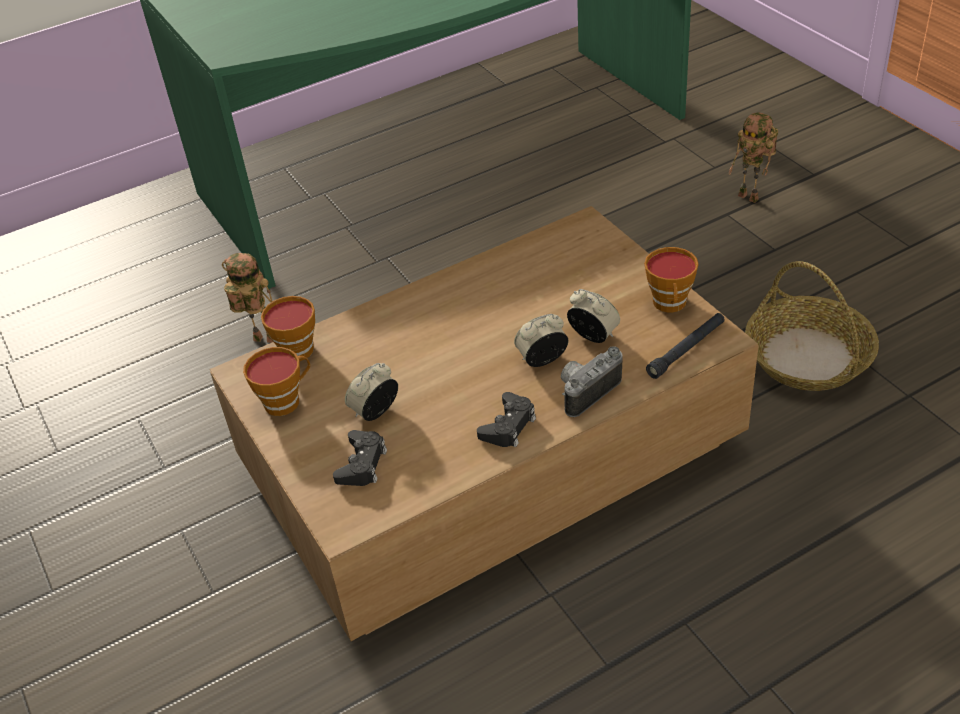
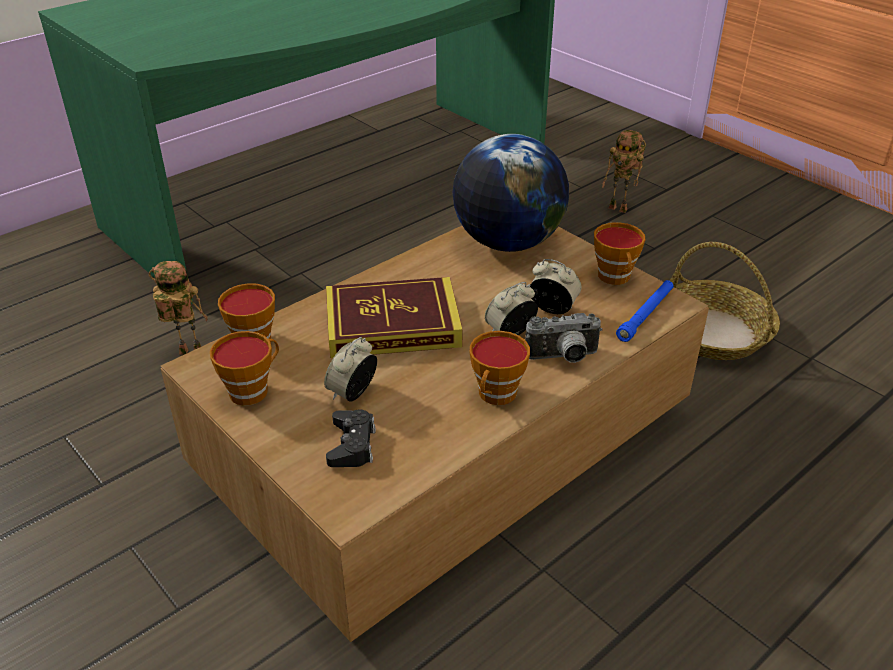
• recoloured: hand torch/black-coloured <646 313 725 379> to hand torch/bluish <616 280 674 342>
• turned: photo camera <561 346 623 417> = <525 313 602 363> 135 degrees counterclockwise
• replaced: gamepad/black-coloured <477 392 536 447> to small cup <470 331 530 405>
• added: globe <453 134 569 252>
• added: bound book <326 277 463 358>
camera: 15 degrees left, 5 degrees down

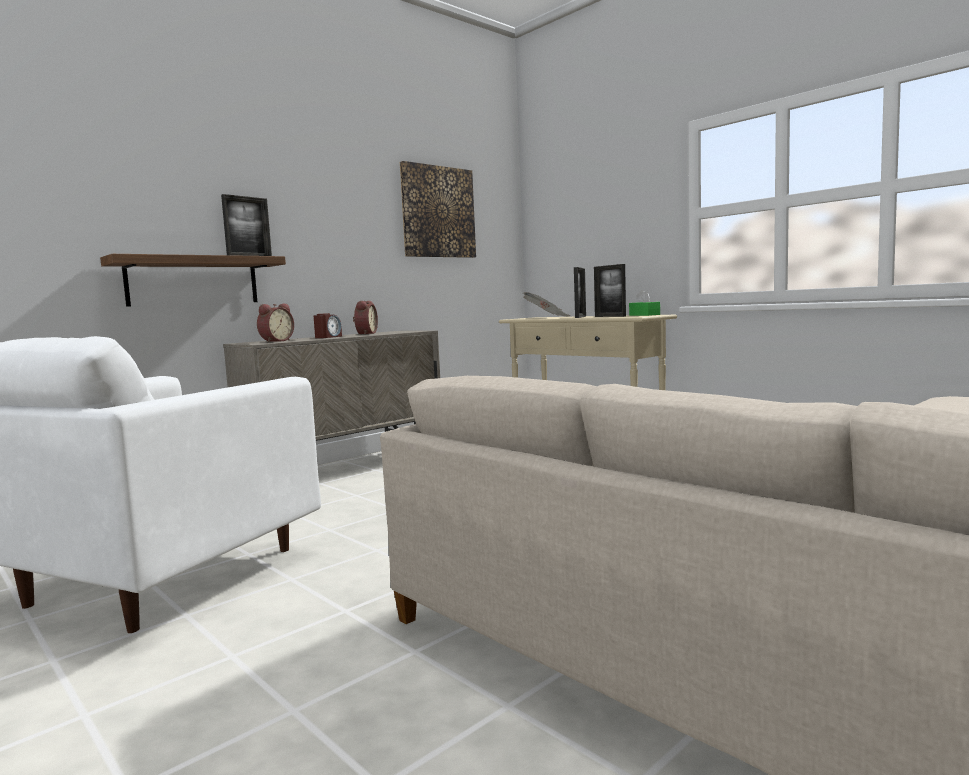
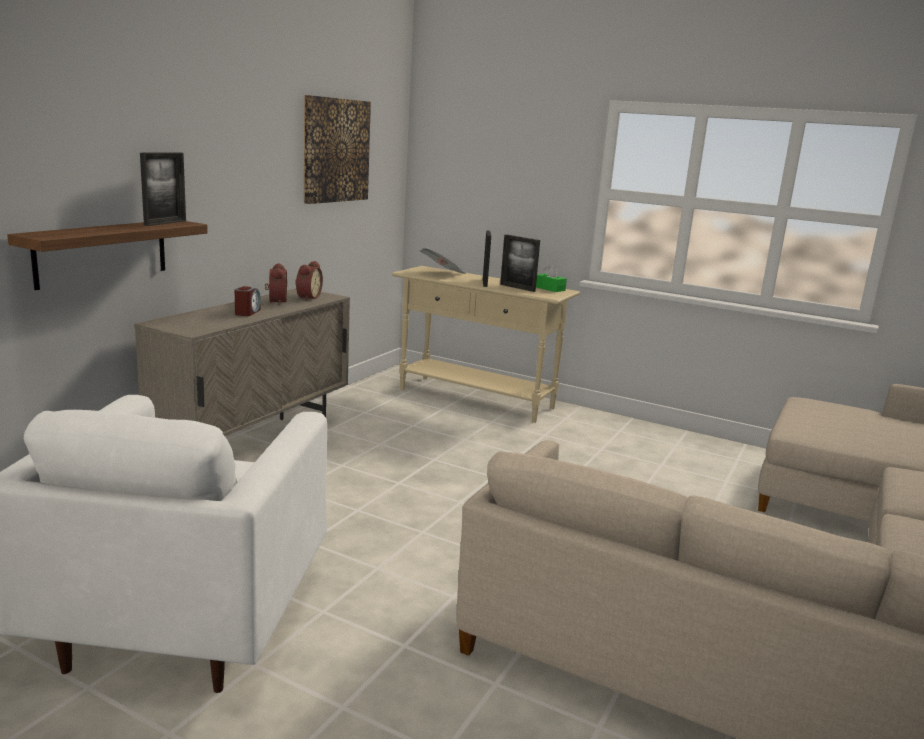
• moved: table clock <257 303 294 342> to <295 261 323 301>
camera: 20 degrees left, 10 degrees up

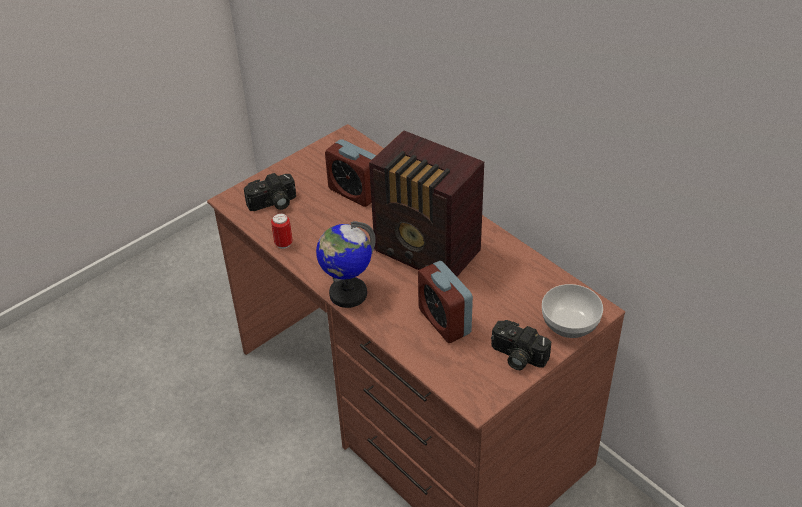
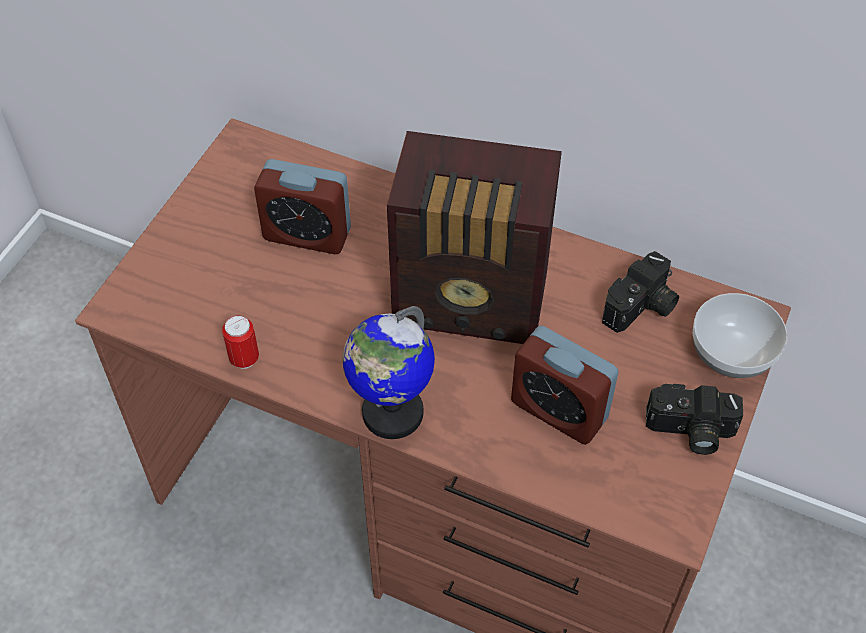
• moved: photo camera <244 173 296 211> to <602 251 679 333>
camera: 25 degrees left, 10 degrees up

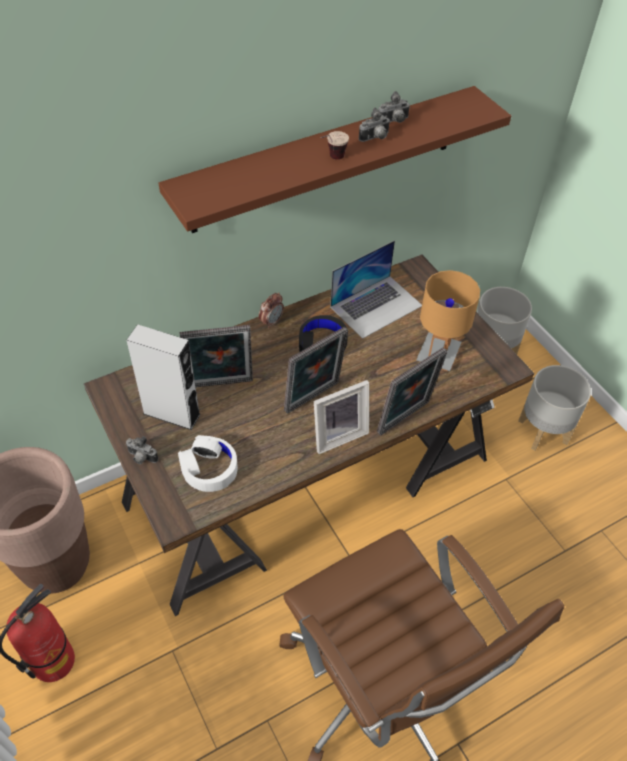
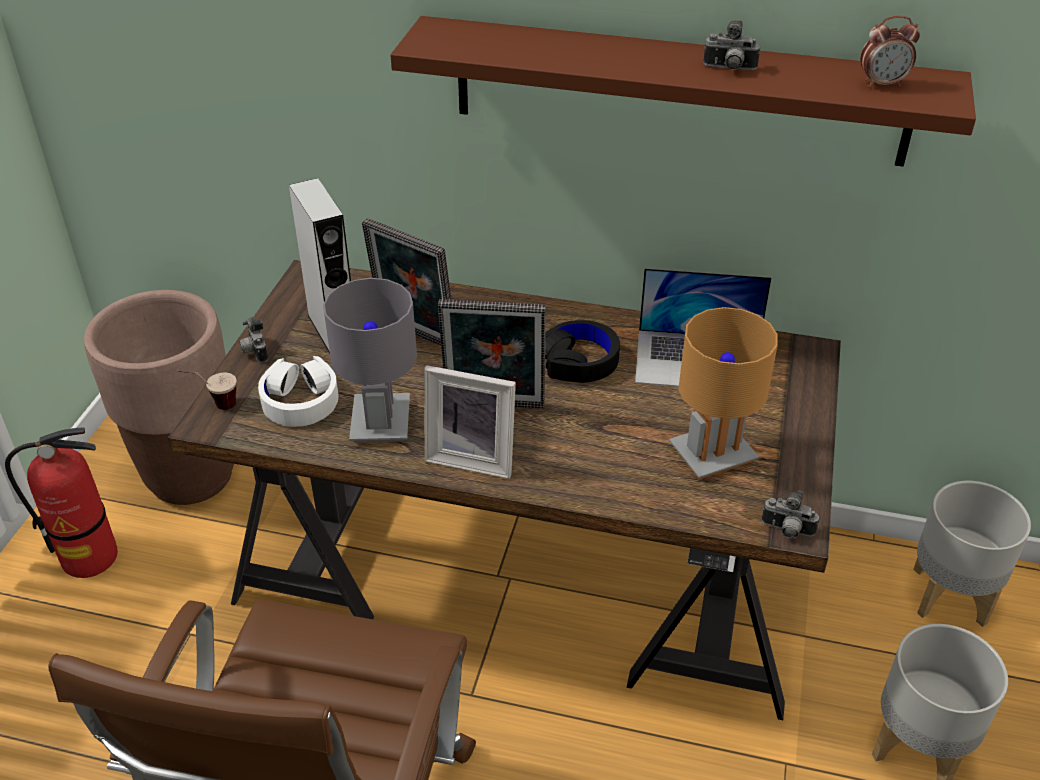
• moved: photo camera <378 91 410 123> to <762 491 819 539>
• moved: small cup <321 131 349 160> to <177 370 236 410>
• moved: table clock <259 293 284 329> to <860 16 920 88>
• removed: picture frame <377 347 448 435>
• added: table lamp/gray <323 278 417 443>
camera: 45 degrees right, 10 degrees down

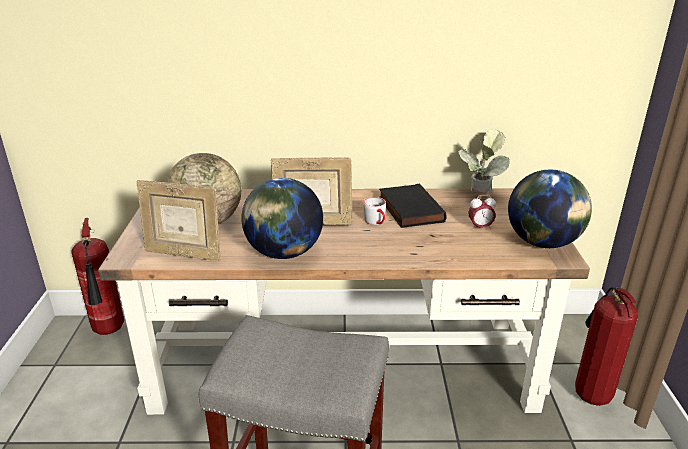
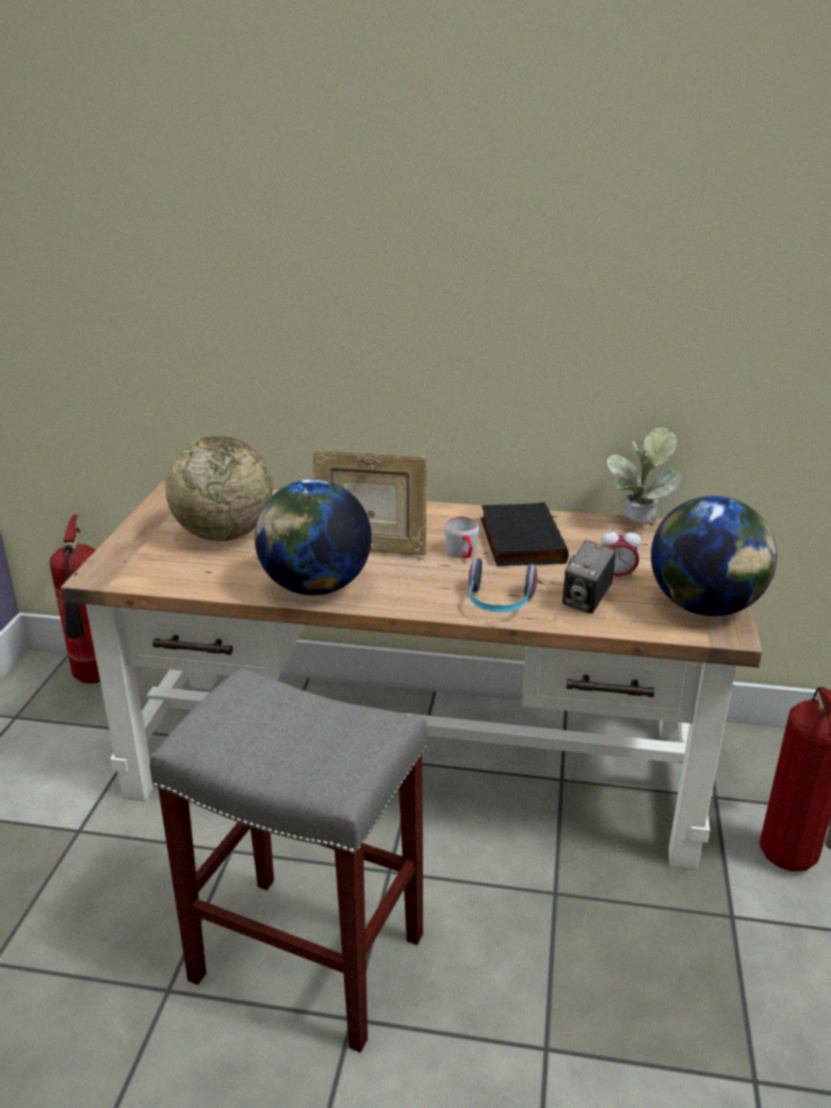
• removed: picture frame <136 180 221 261>
• added: photo camera <562 540 616 614>
• added: pair of headphones <469 558 537 612>
camera: 10 degrees right, 0 degrees up

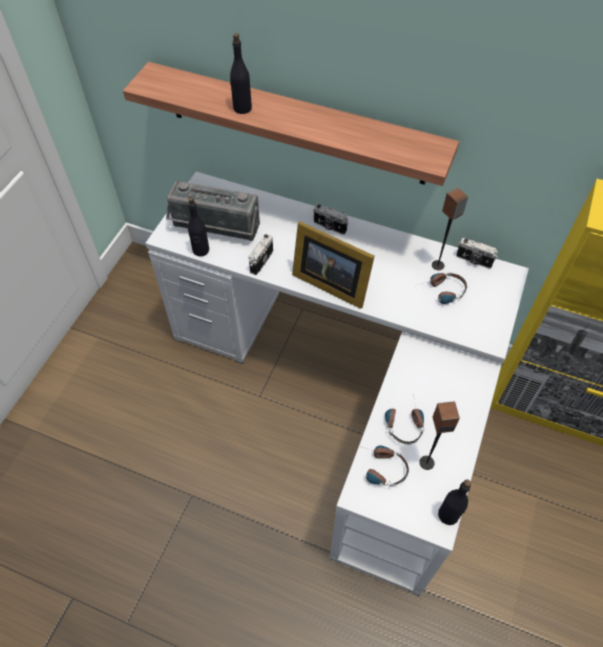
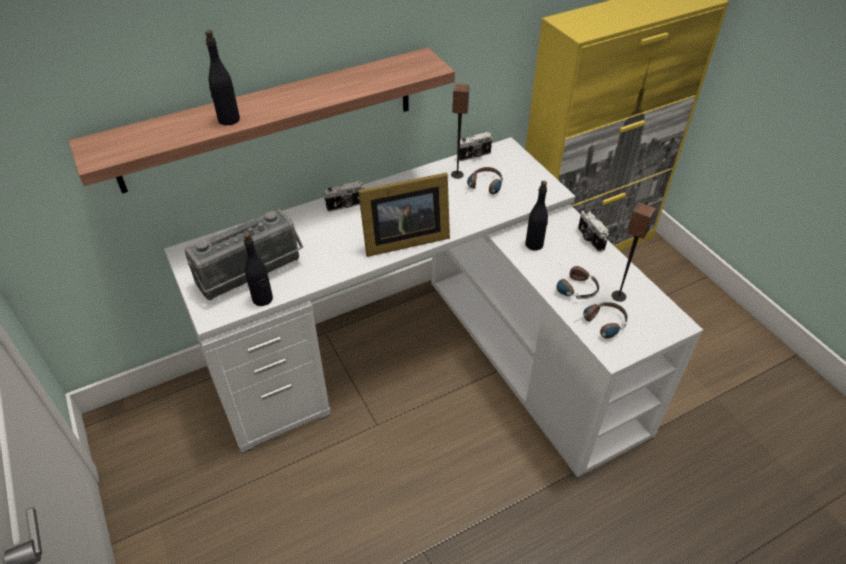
• moved: photo camera <249 234 273 275> to <578 210 609 252>
• moved: beverage bottle/black-coloured <438 480 471 525> to <525 181 548 251>
camera: 50 degrees left, 10 degrees down

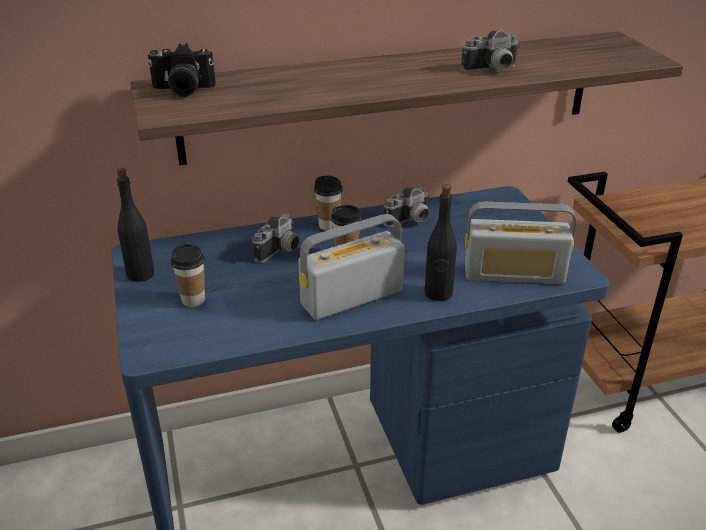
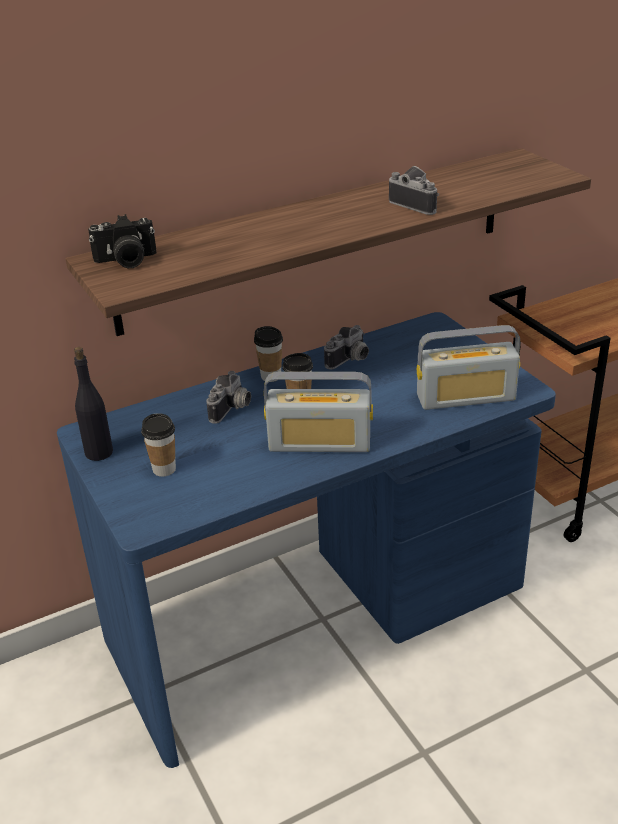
• turned: photo camera <461 30 520 72> = <389 166 439 215> 105 degrees counterclockwise
• removed: beverage bottle/black-coloured <425 184 457 301>
• turned: radio receiver <298 214 405 320> = <264 372 373 452> 135 degrees counterclockwise
camera: 10 degrees left, 0 degrees up

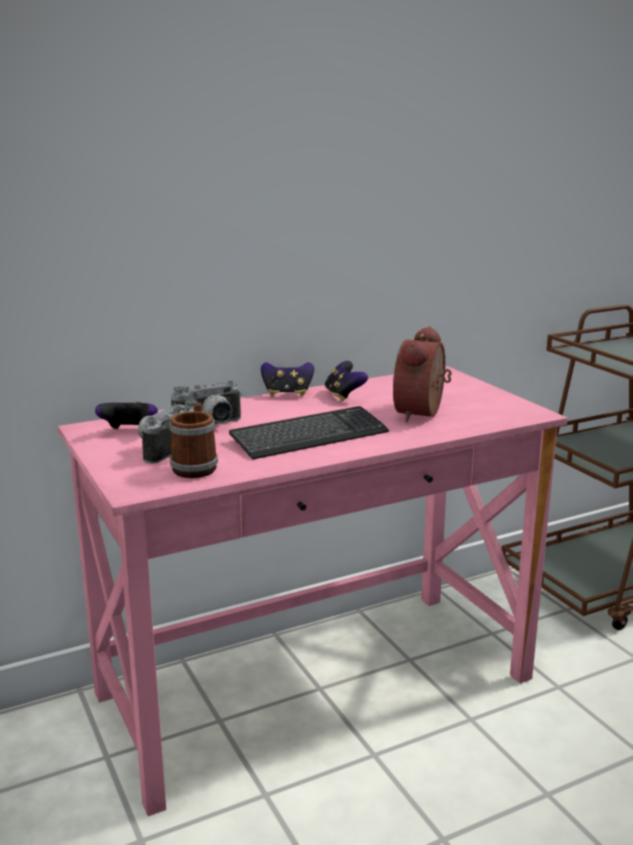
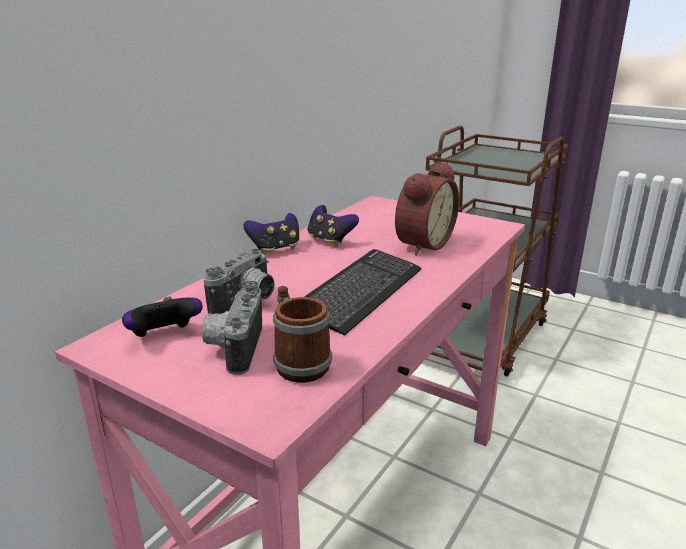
• turned: table clock <393 326 452 422> = <395 162 459 256> 135 degrees counterclockwise
camera: 30 degrees left, 5 degrees up

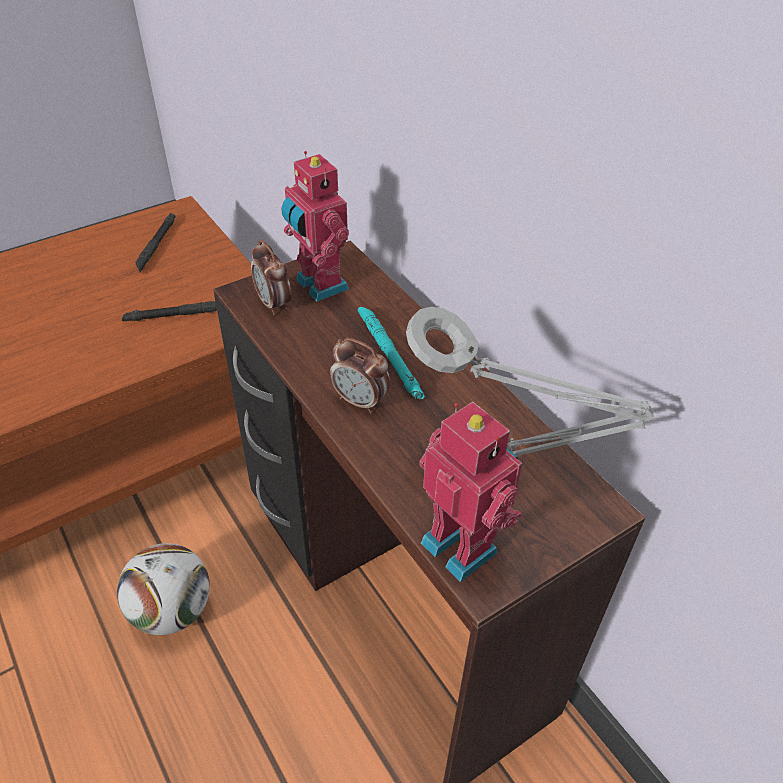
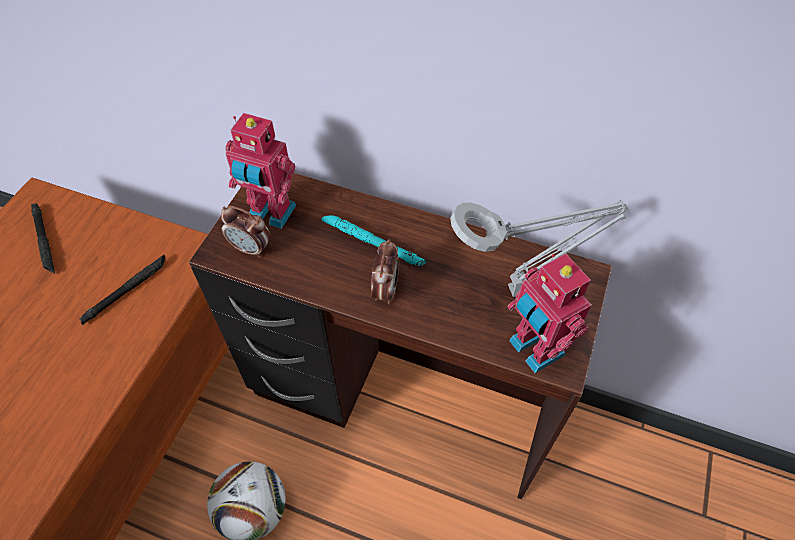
• turned: table clock <329 338 391 413> = <371 239 399 304> 75 degrees counterclockwise
• turned: toy robot <419 402 522 582> = <508 253 592 373> 135 degrees counterclockwise
camera: 35 degrees left, 10 degrees up

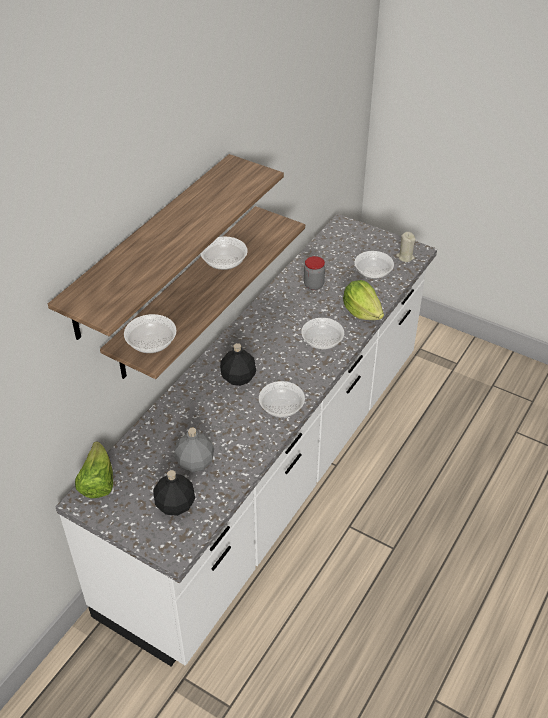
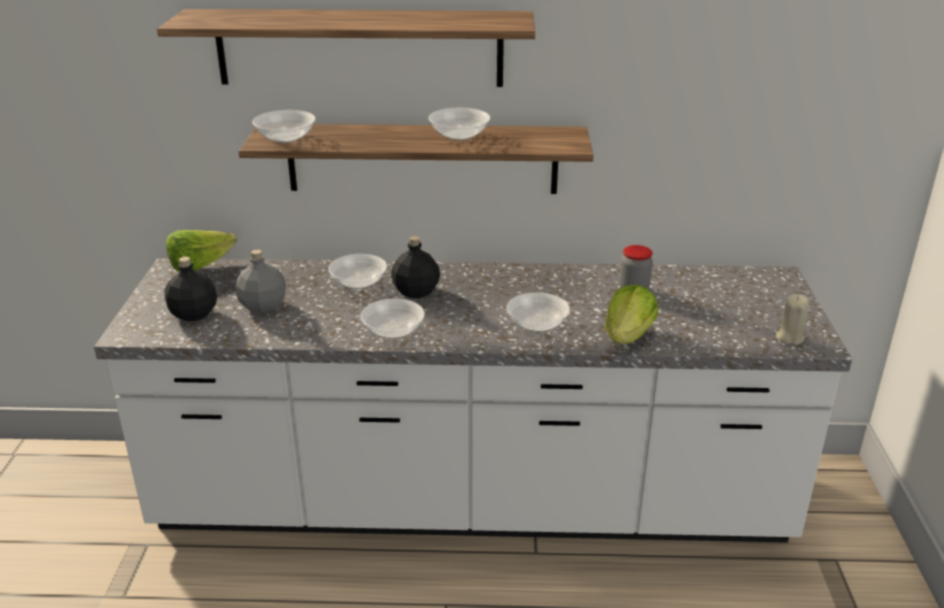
• moved: bowl <354 251 394 279> to <328 254 387 289>
camera: 60 degrees right, 15 degrees down

